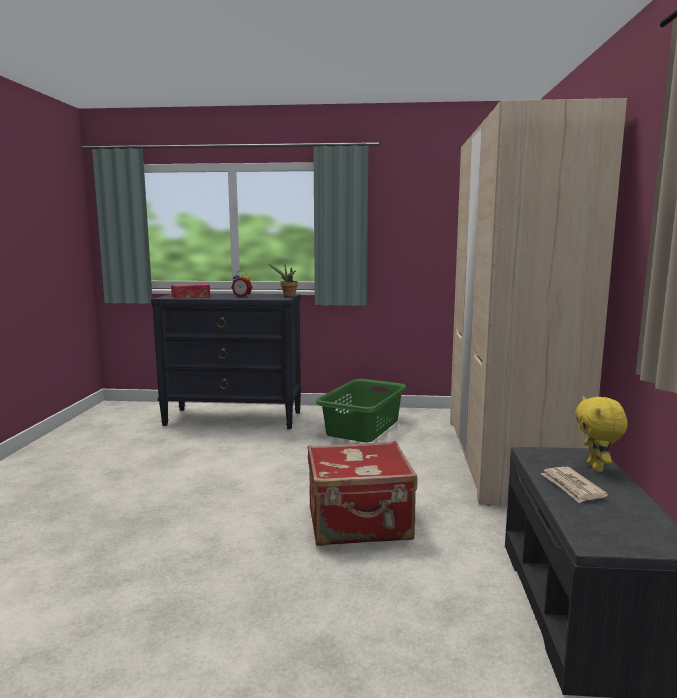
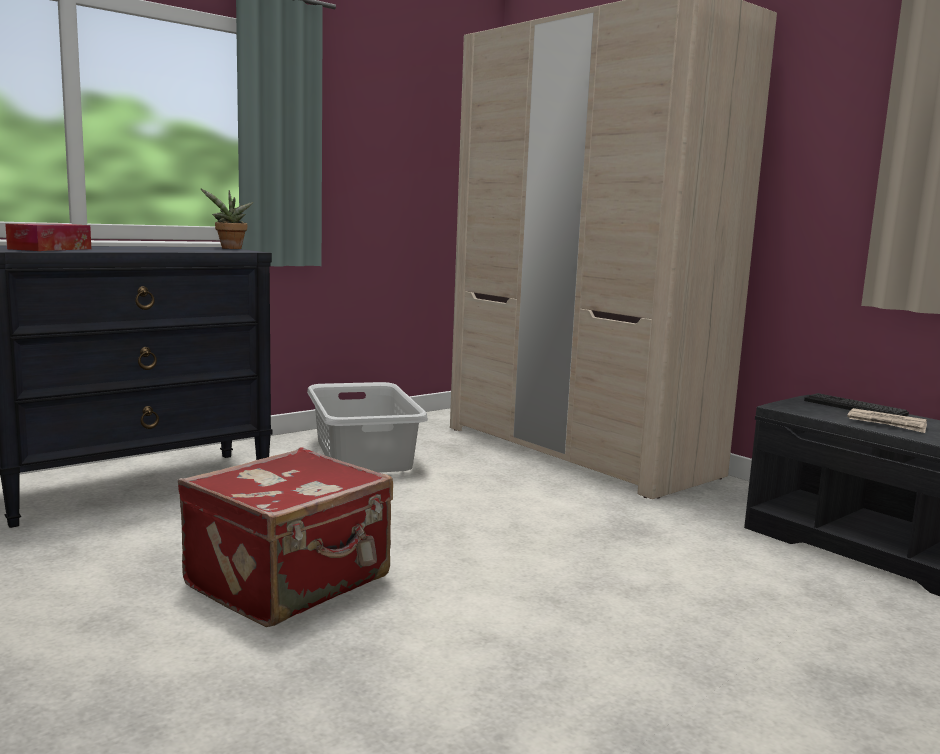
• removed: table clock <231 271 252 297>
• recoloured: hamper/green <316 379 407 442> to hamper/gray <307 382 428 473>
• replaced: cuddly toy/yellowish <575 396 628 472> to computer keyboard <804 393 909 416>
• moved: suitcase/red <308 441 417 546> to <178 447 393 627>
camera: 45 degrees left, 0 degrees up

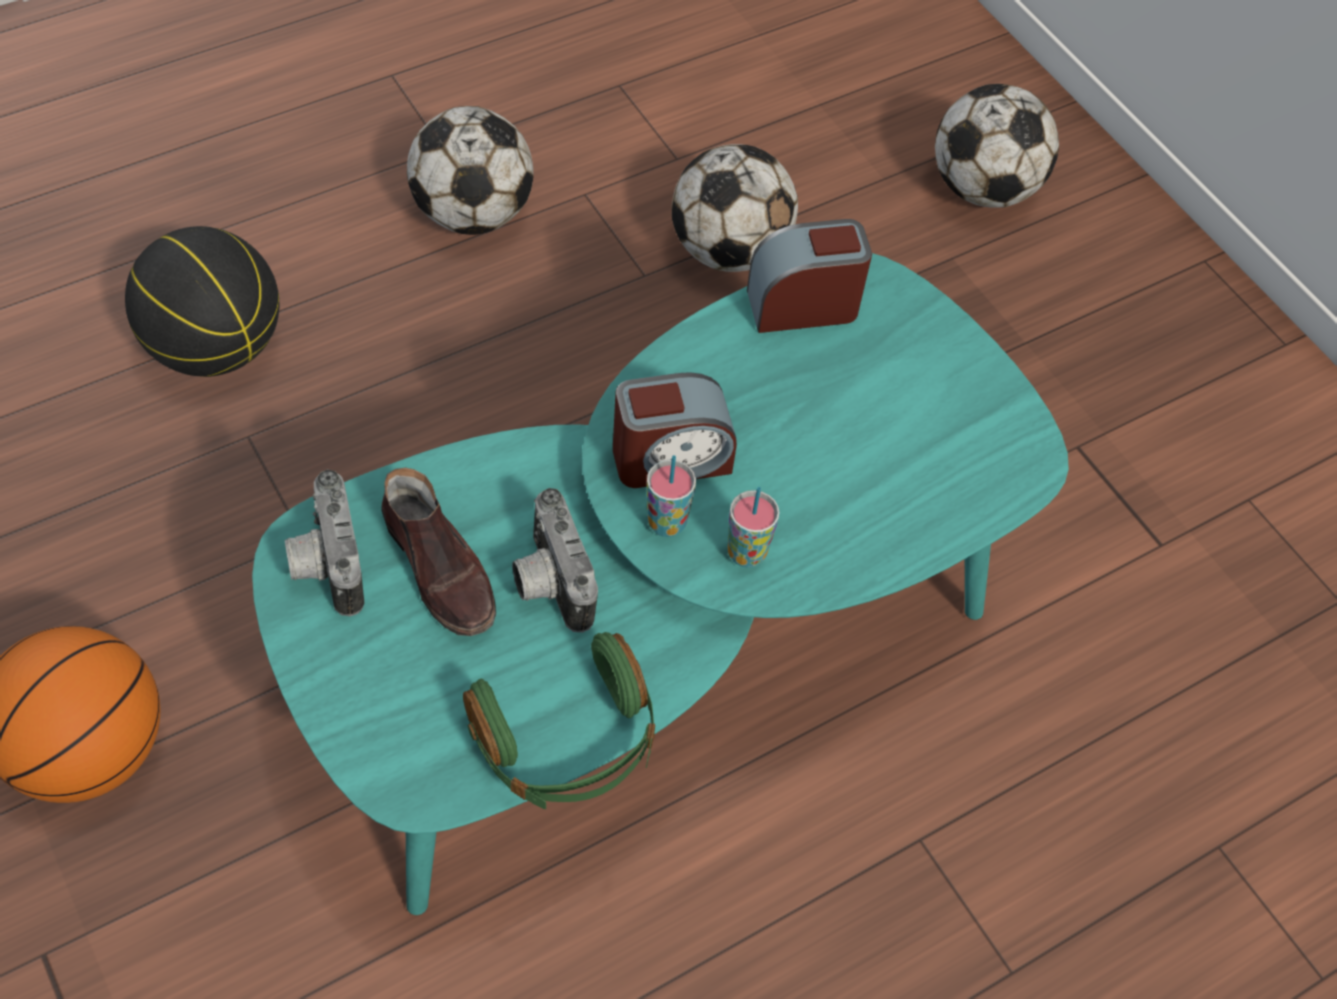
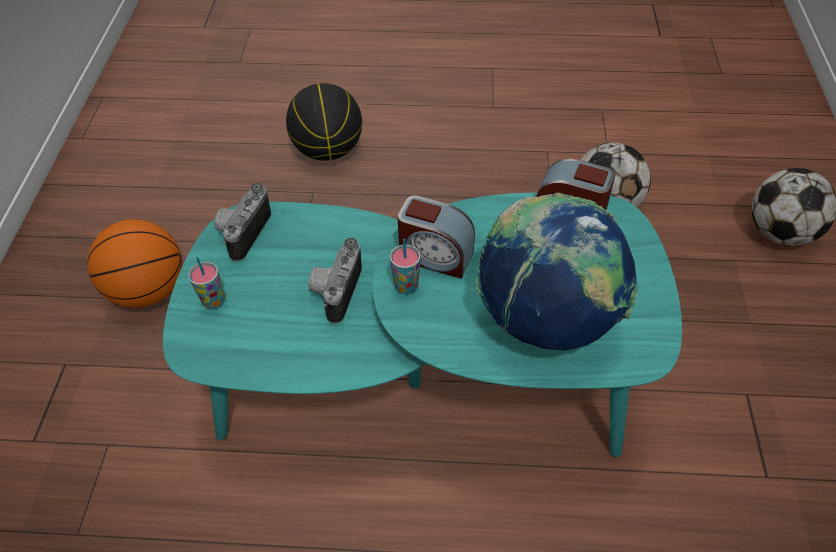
• removed: football ball <407 106 534 235>
• removed: item of footwear/brownish <381 468 496 636>
• moved: small cup <727 487 780 568> to <188 257 225 310>
• removed: pair of headphones/green <463 632 655 809>
• added: globe <475 193 638 350>
camera: 40 degrees right, 5 degrees down

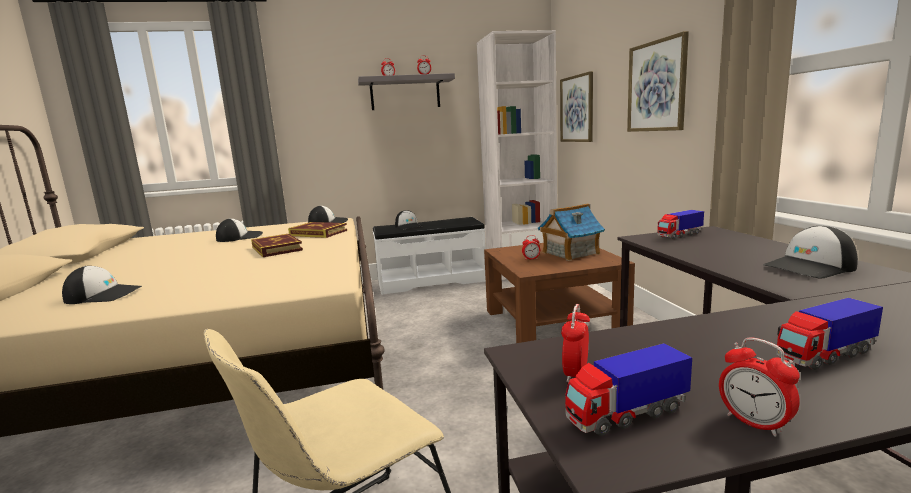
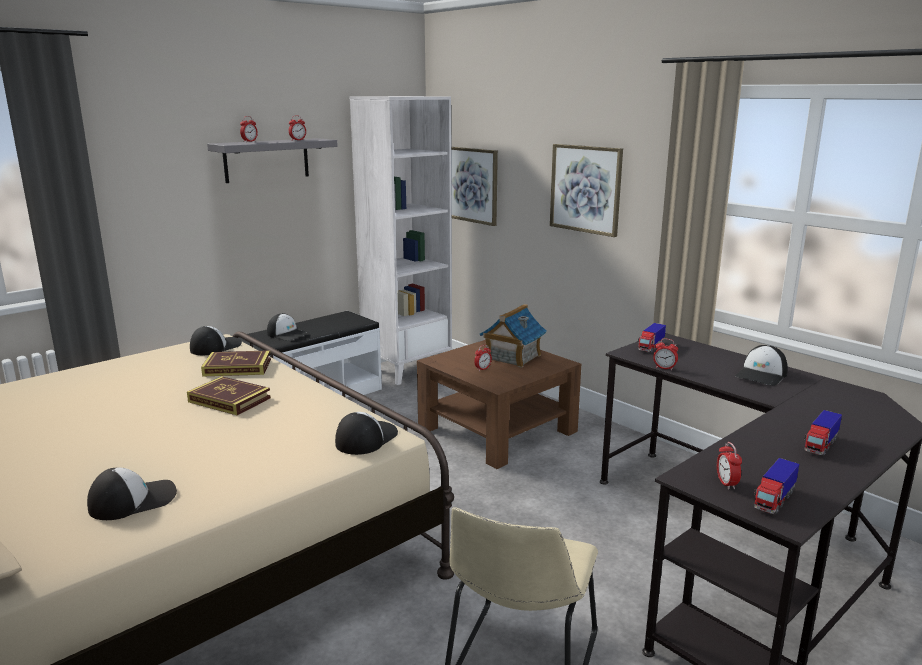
• moved: peaked cap <216 218 263 242> to <335 412 398 455>
• moved: table clock <719 337 800 437> to <653 338 678 370>
camera: 30 degrees left, 5 degrees up

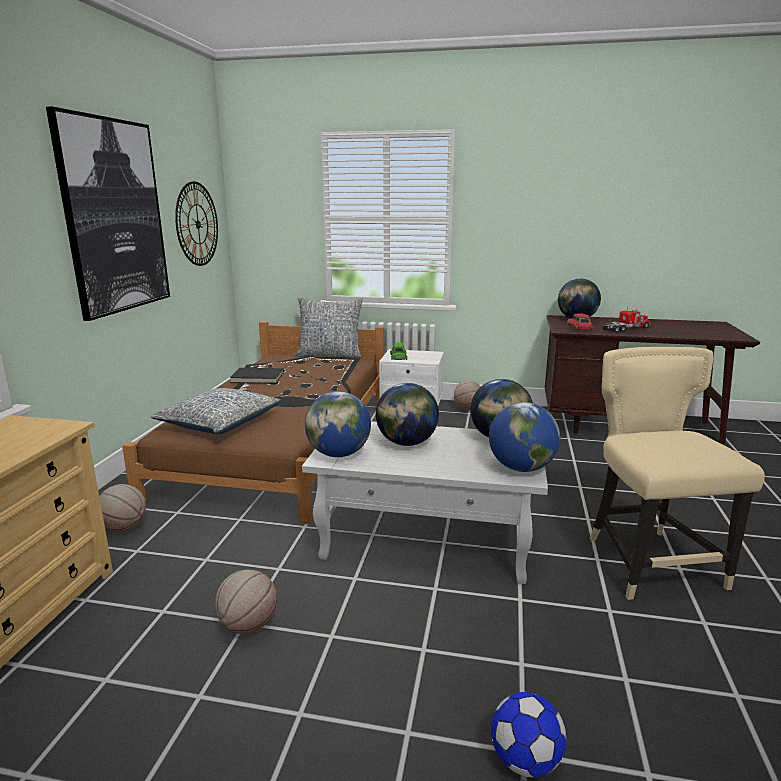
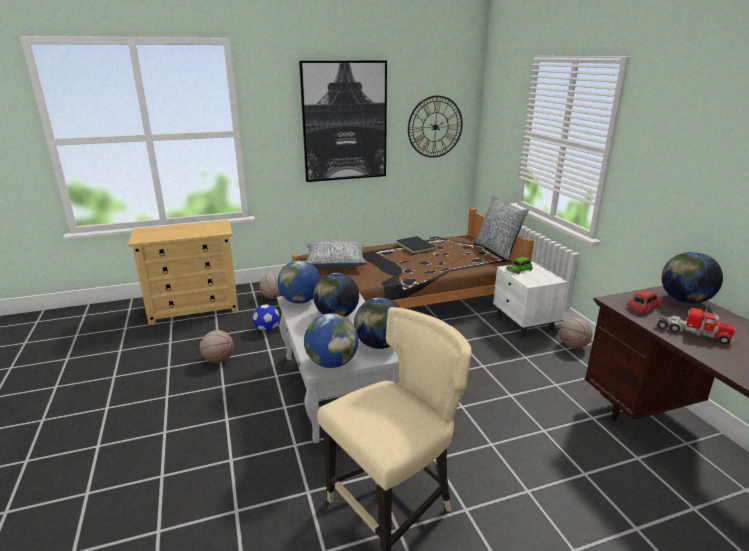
• moved: football ball <491 692 567 777> to <252 304 280 331>
camera: 60 degrees right, 5 degrees up

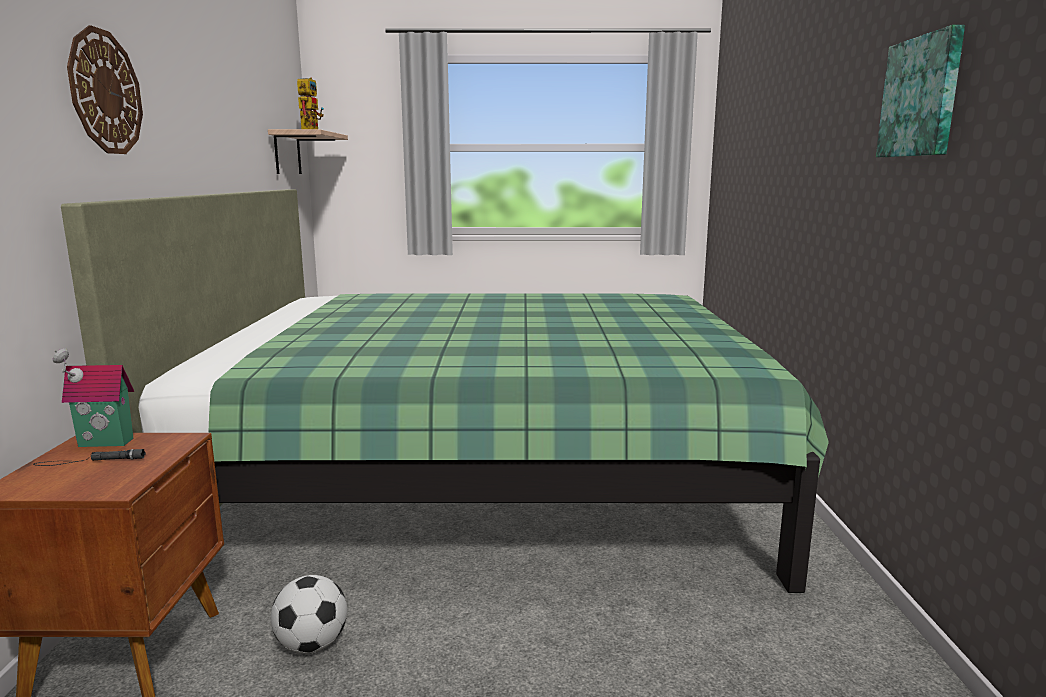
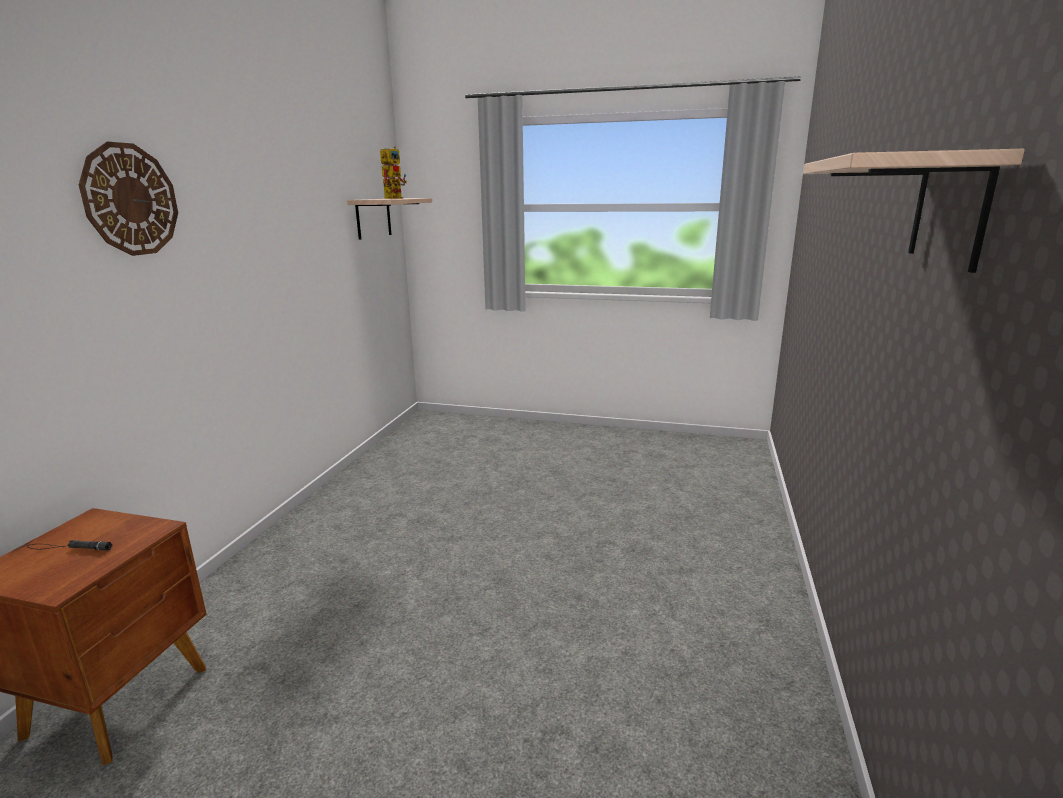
• replaced: wall picture <876 25 965 157> to bracket shelf <803 149 1025 273>
• removed: sleeping bed/green <61 189 829 593>
• removed: miniature house <53 348 134 447>
• removed: football ball <271 575 347 653>
camera: 15 degrees right, 5 degrees up

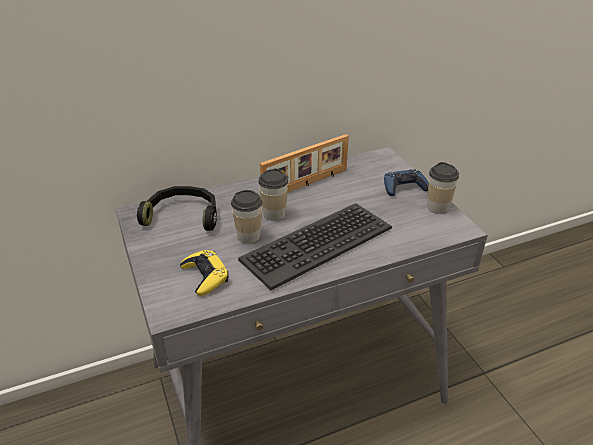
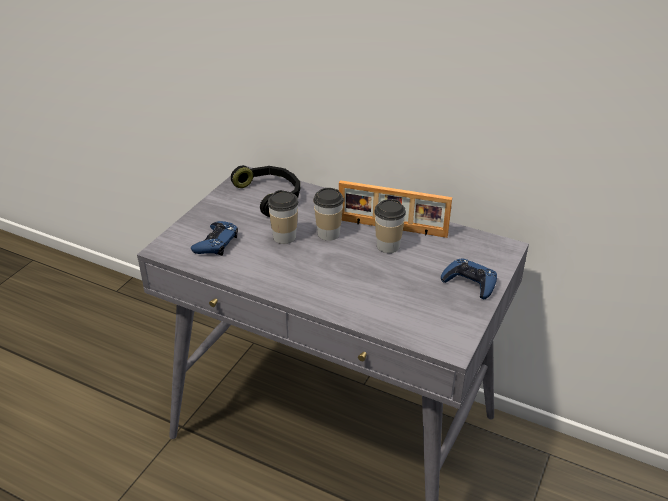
• moved: small cup <427 162 459 214> to <374 199 406 253>
• removed: computer keyboard <238 203 392 290>
• recoloured: gamepad/yellowish <180 250 229 296> to gamepad/bluish <191 221 238 256>
camera: 50 degrees right, 0 degrees up

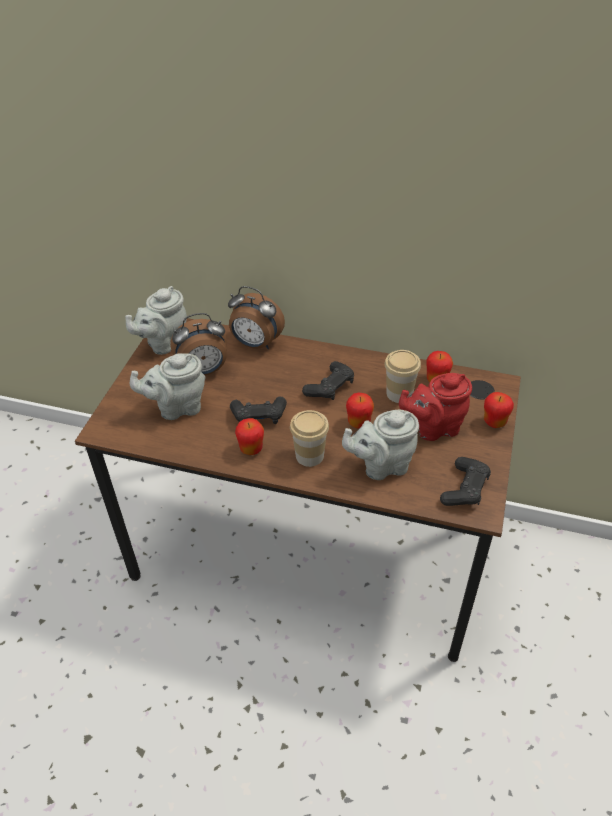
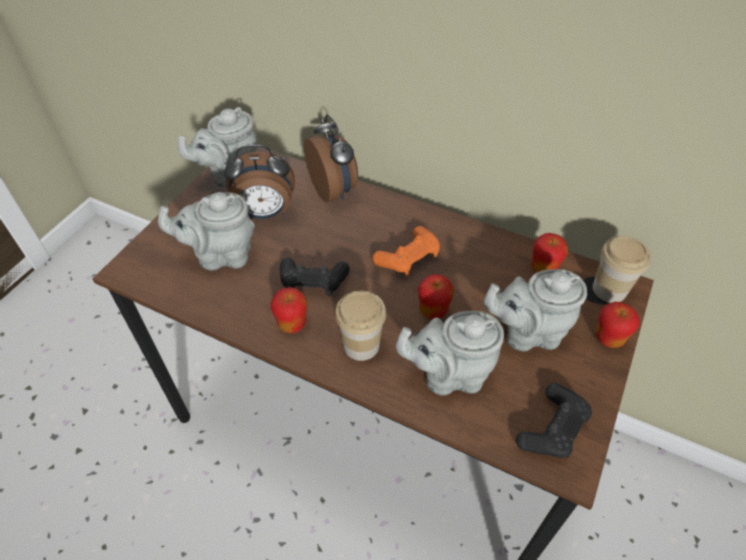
• turned: table clock <228 286 285 349> = <304 114 358 202> 150 degrees counterclockwise
• moved: small cup <384 350 421 403> to <593 236 652 303>
• recoloured: gamepad/black-coloured <302 361 354 400> to gamepad/orangey <372 226 440 276>
• recoloured: tea pot/red <399 373 472 441> to tea pot/gray <484 269 587 352>
camera: 10 degrees right, 5 degrees up

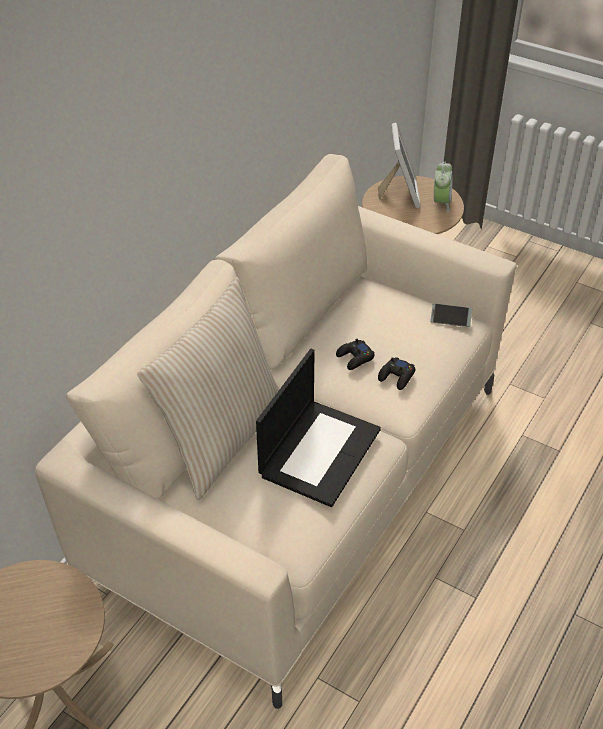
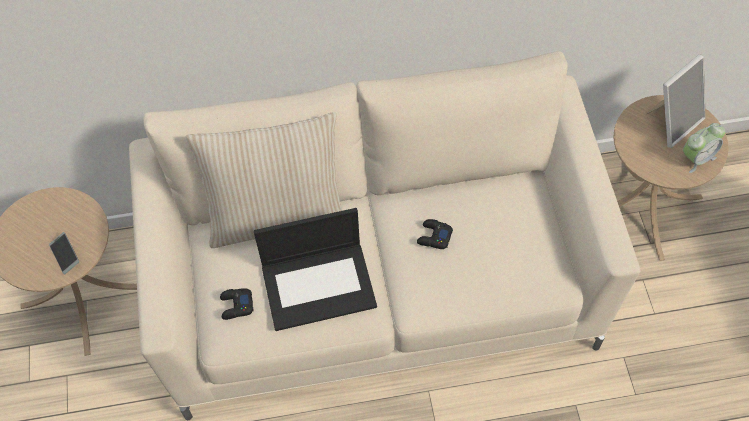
• moved: telephone <430 303 472 327> to <49 232 79 274>
• moved: gamepad/black-coloured <378 357 415 390> to <220 288 254 320>
camera: 50 degrees right, 15 degrees up

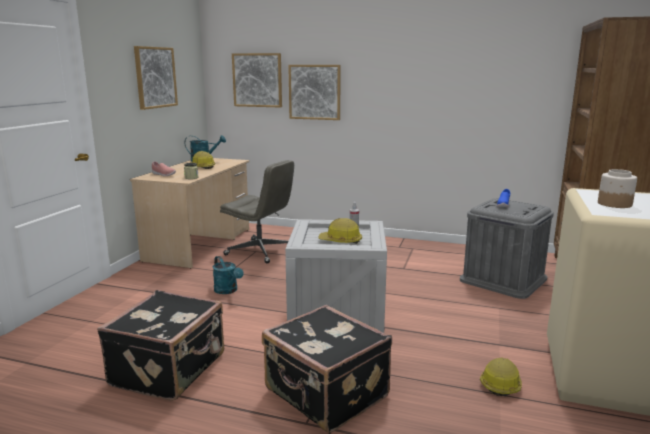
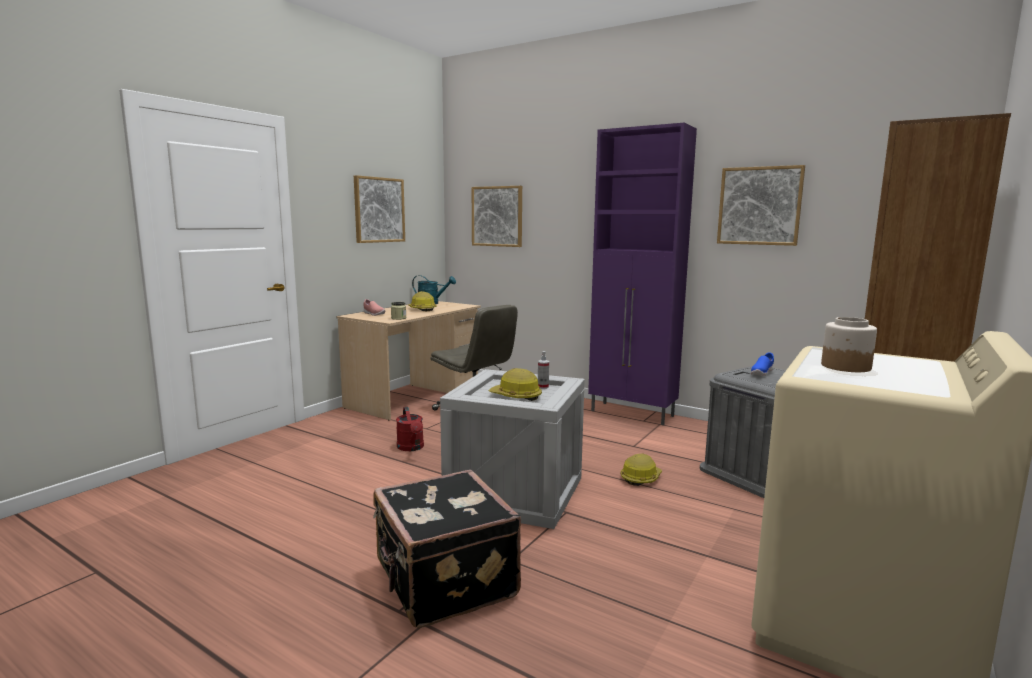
• moved: wall picture <288 65 341 120> to <717 165 805 246>
• recoloured: watering can/turquoise <213 256 244 294> to watering can/red <396 407 424 451>
• removed: suitcase/black-coloured <97 290 224 401>
• moved: work helmet <480 357 522 396> to <620 453 662 486>
• added: cupboard/purplish <588 123 697 425>
camera: 15 degrees right, 5 degrees down

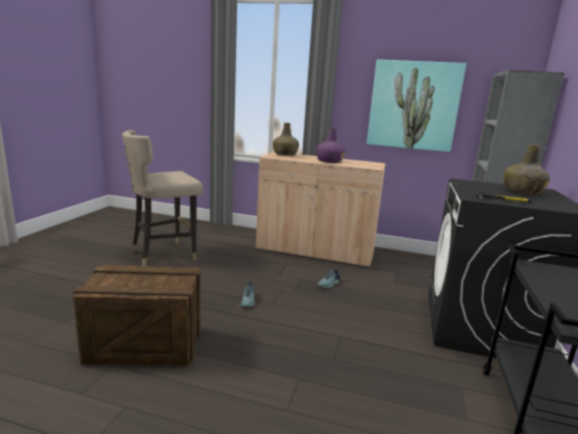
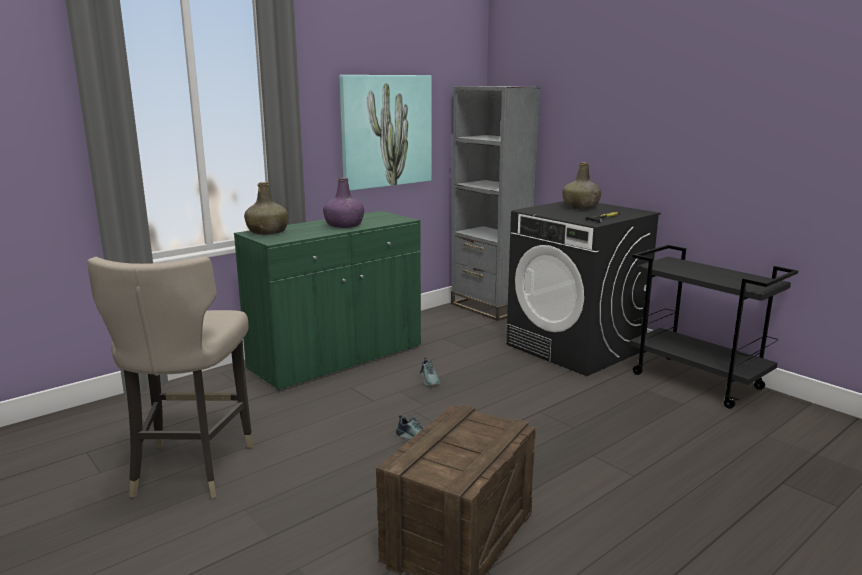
• recoloured: cupboard/sand-coloured <256 152 386 268> to cupboard/green <234 211 421 392>
camera: 55 degrees left, 0 degrees up

